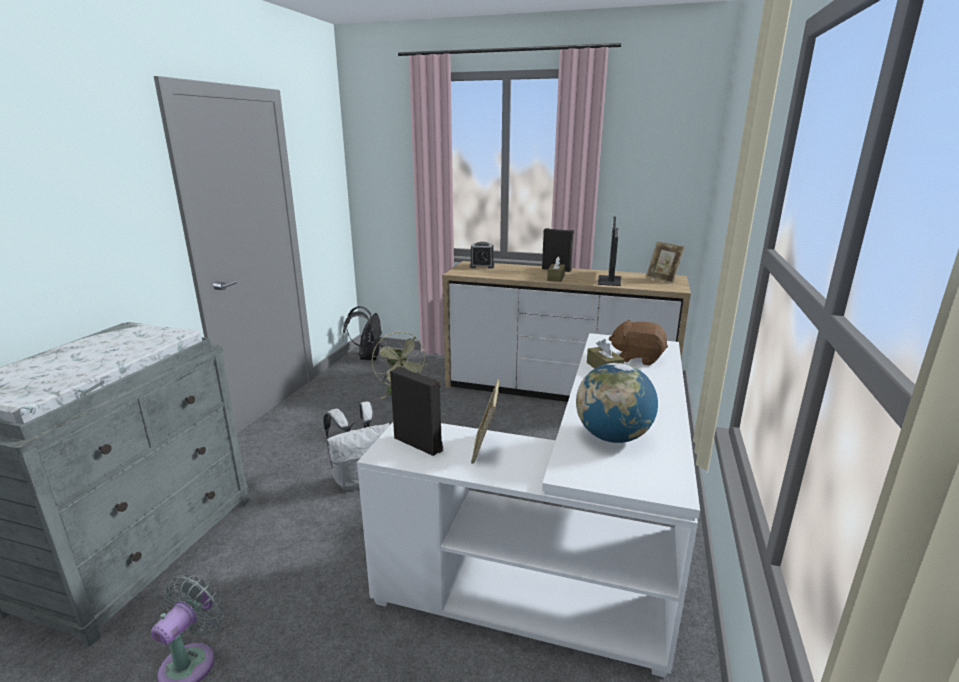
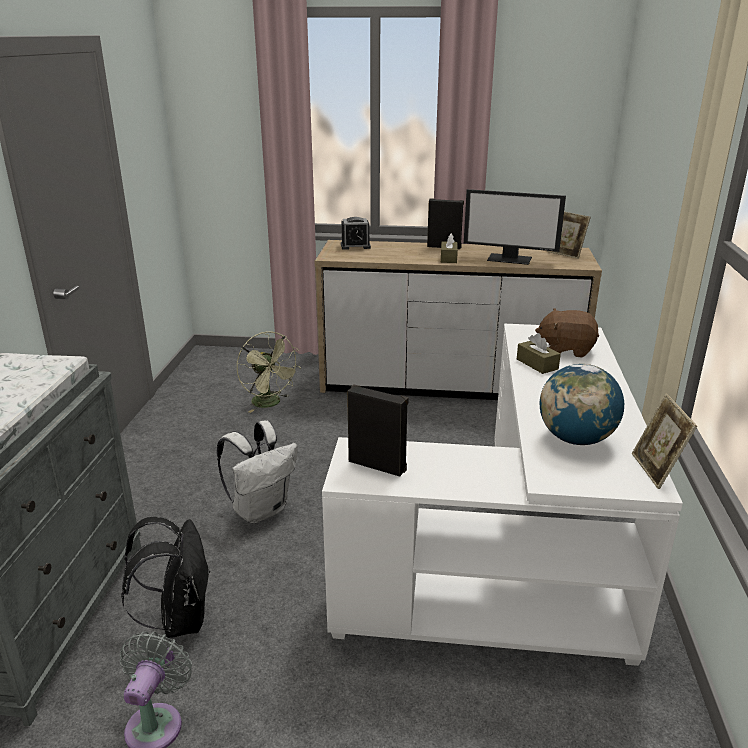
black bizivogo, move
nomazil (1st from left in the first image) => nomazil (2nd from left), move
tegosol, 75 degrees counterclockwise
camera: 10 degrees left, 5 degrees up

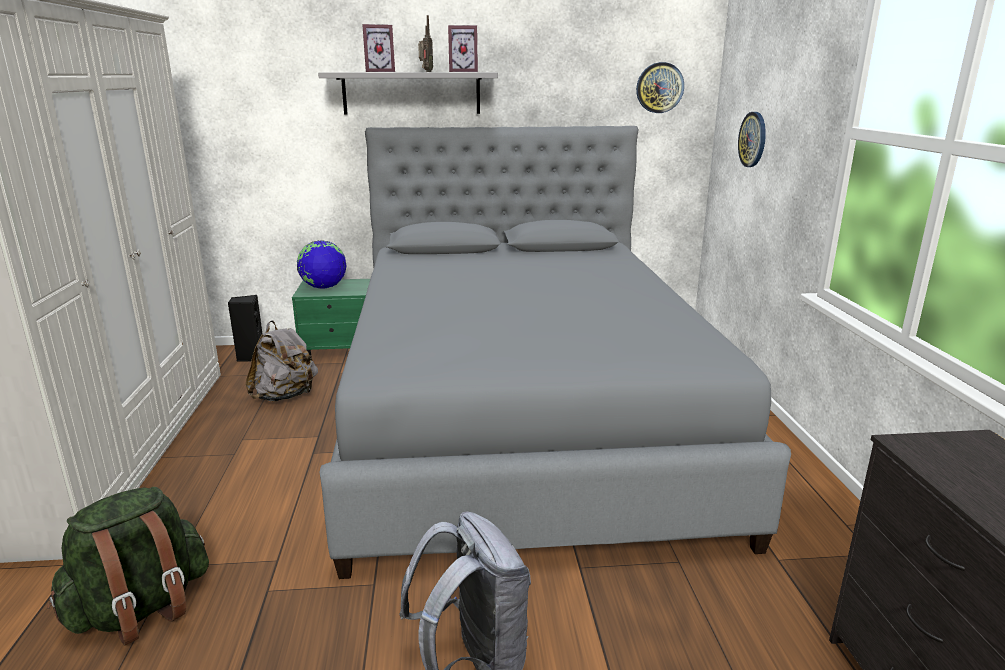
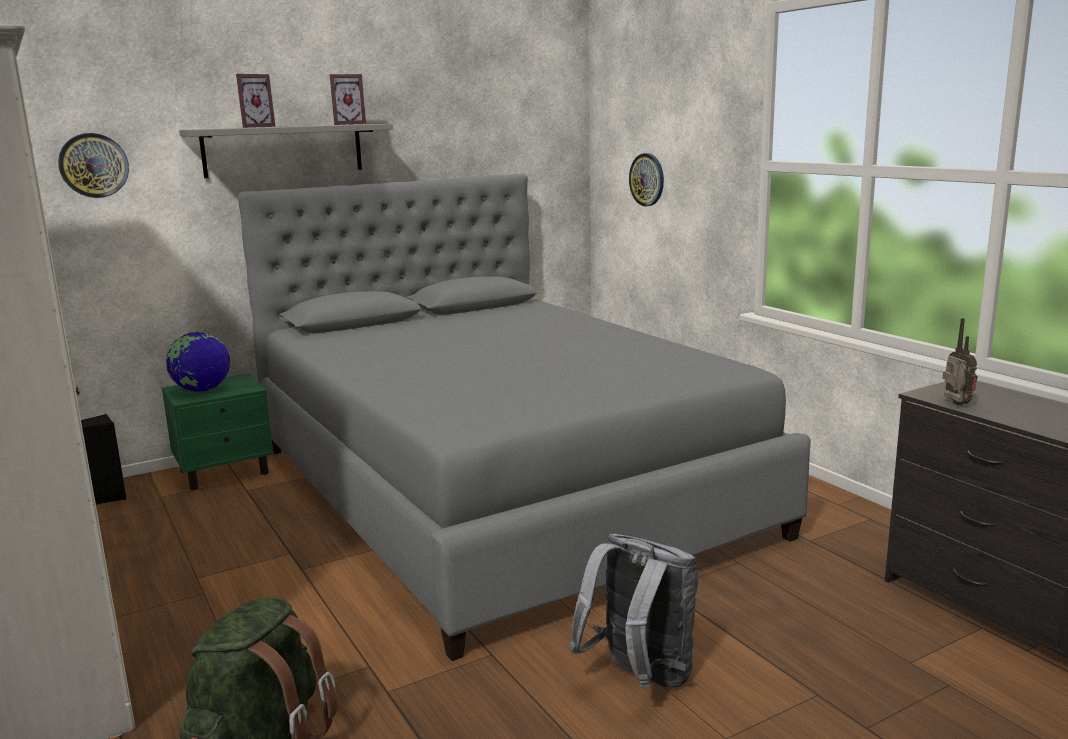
grey bizivogo (1st from left) => nothing
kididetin, move
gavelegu (1st from left), move
camera: 25 degrees left, 5 degrees down

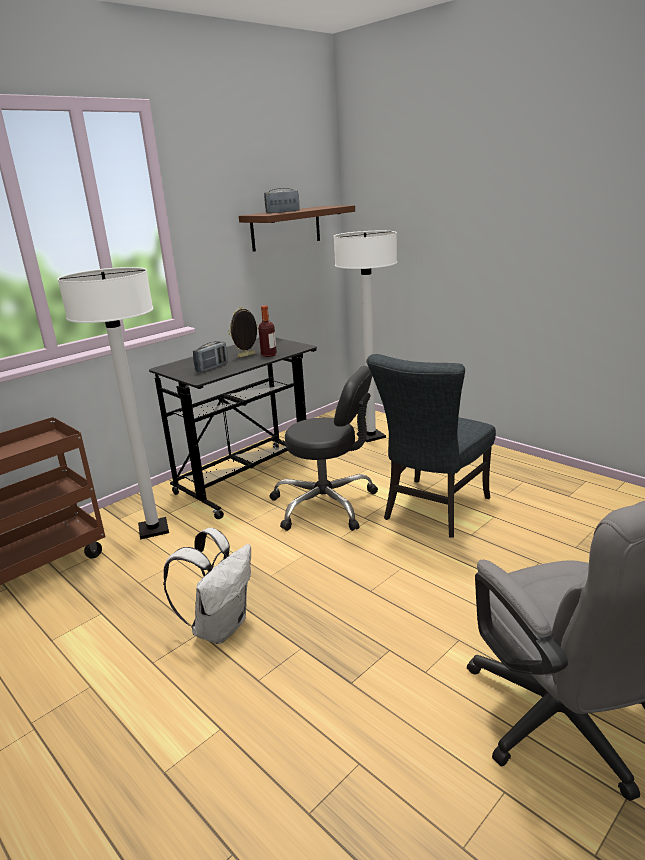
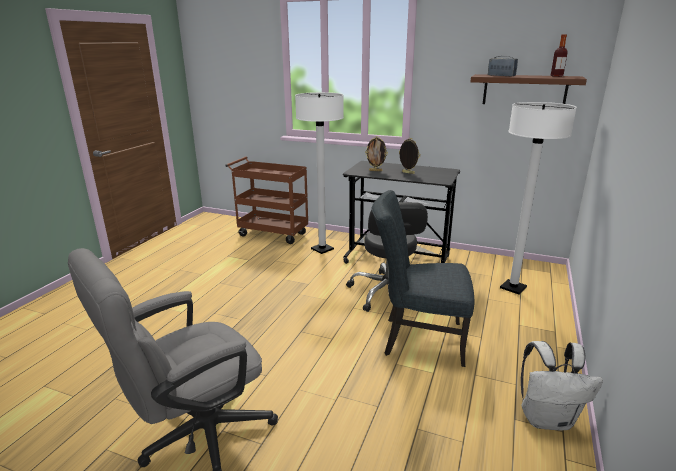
white bizivogo, move
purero, move
kididetin (1st from left) => nomazil (1st from left)
camera: 65 degrees right, 0 degrees up

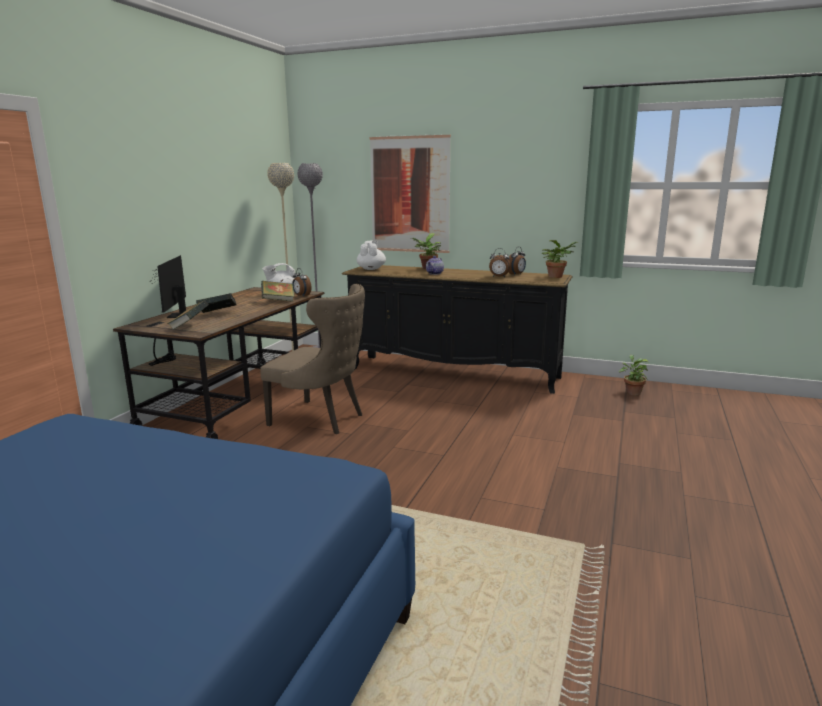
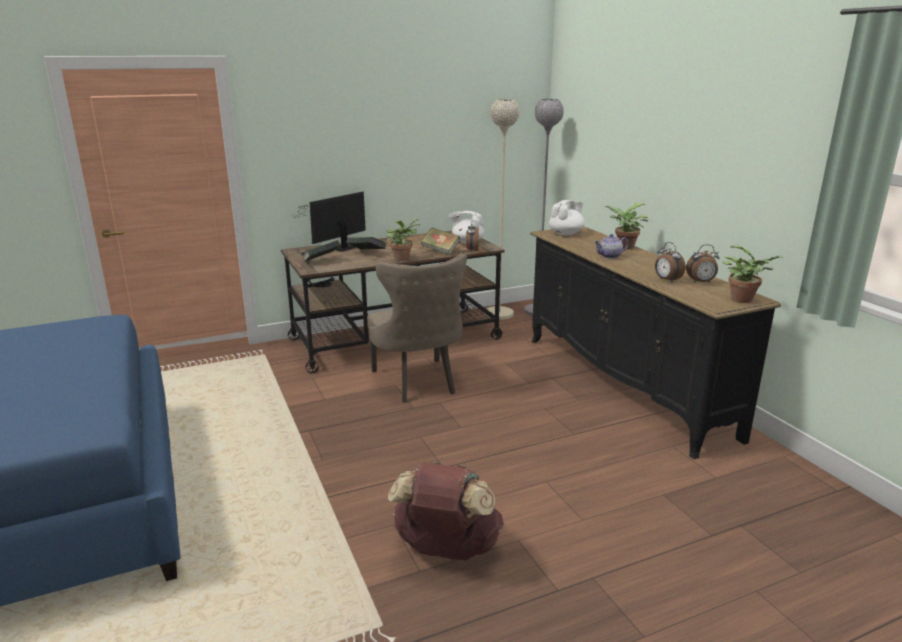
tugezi => nothing
nothing => brown bizivogo
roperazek (3rd from left in the first image) => roperazek (1st from left), move
camera: 45 degrees right, 5 degrees up

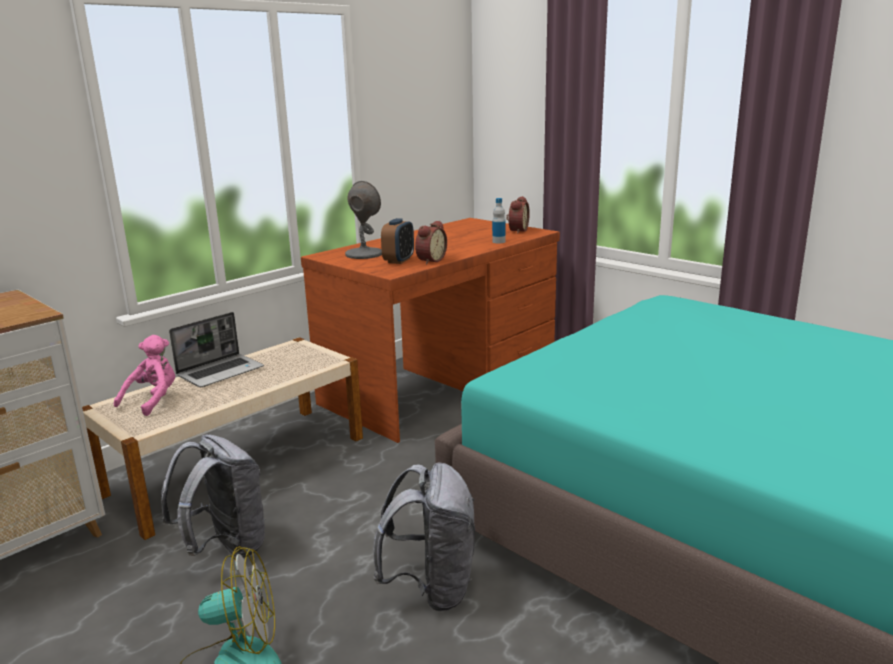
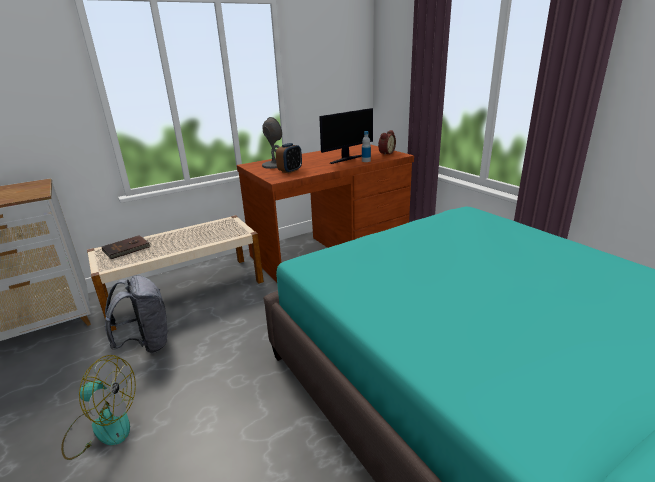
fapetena => nothing
grey bizivogo (2nd from left) => nothing
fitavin (2nd from left) => nothing
nothing => tegosol
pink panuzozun => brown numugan
camera: 15 degrees right, 5 degrees up

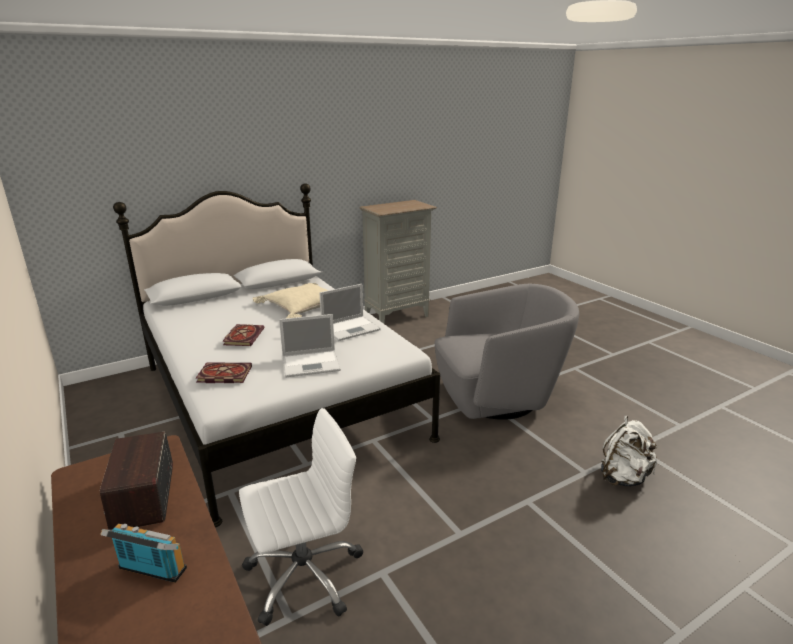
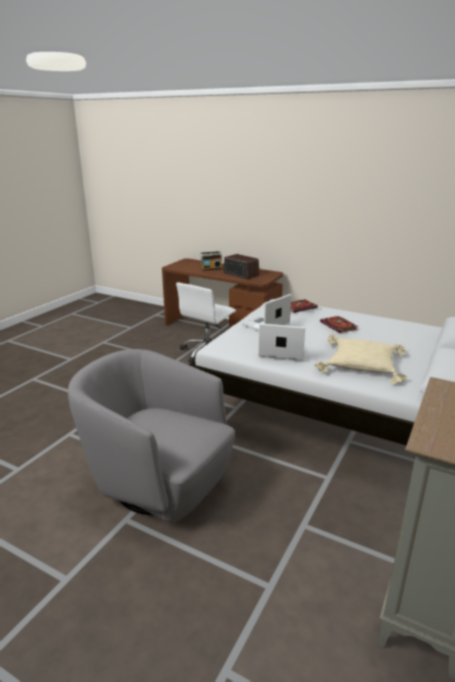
white bizivogo => nothing
fapetena (2nd from left), 75 degrees clockwise
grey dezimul, 75 degrees clockwise
camera: 150 degrees right, 0 degrees up

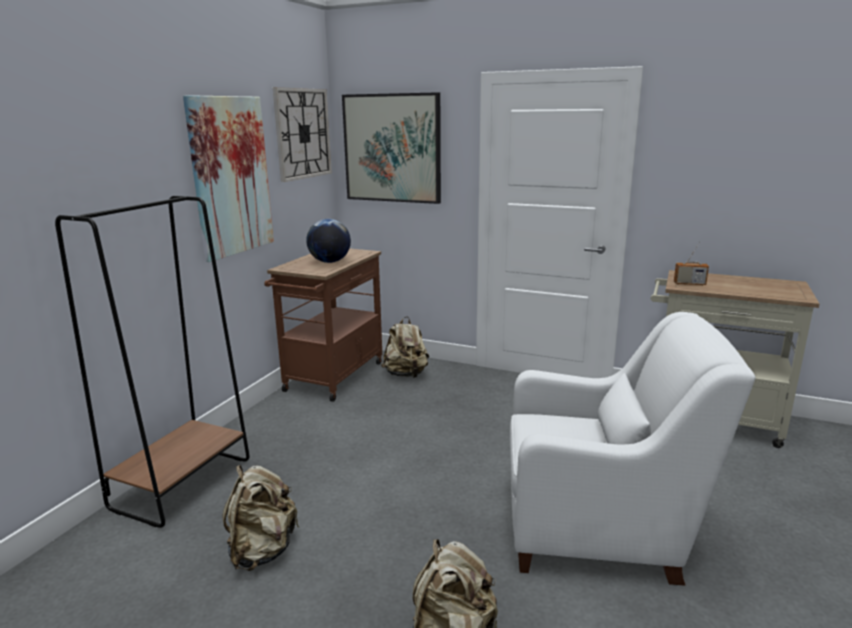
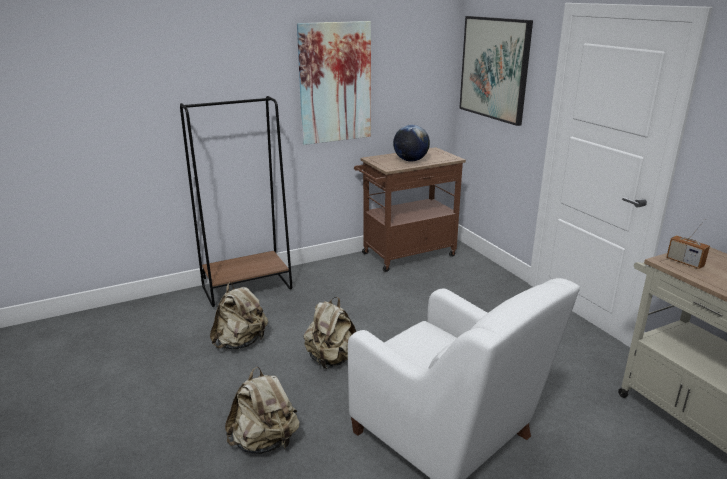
gavelegu => nothing
beige bizivogo (2nd from left in the first image) => beige bizivogo (3rd from left), move
camera: 40 degrees right, 5 degrees up

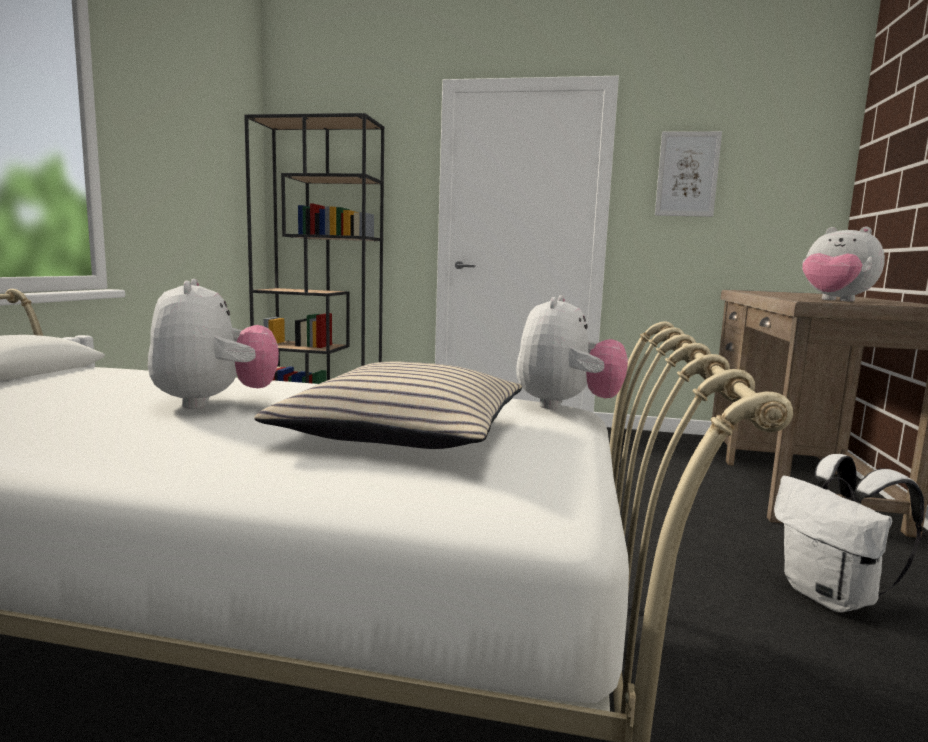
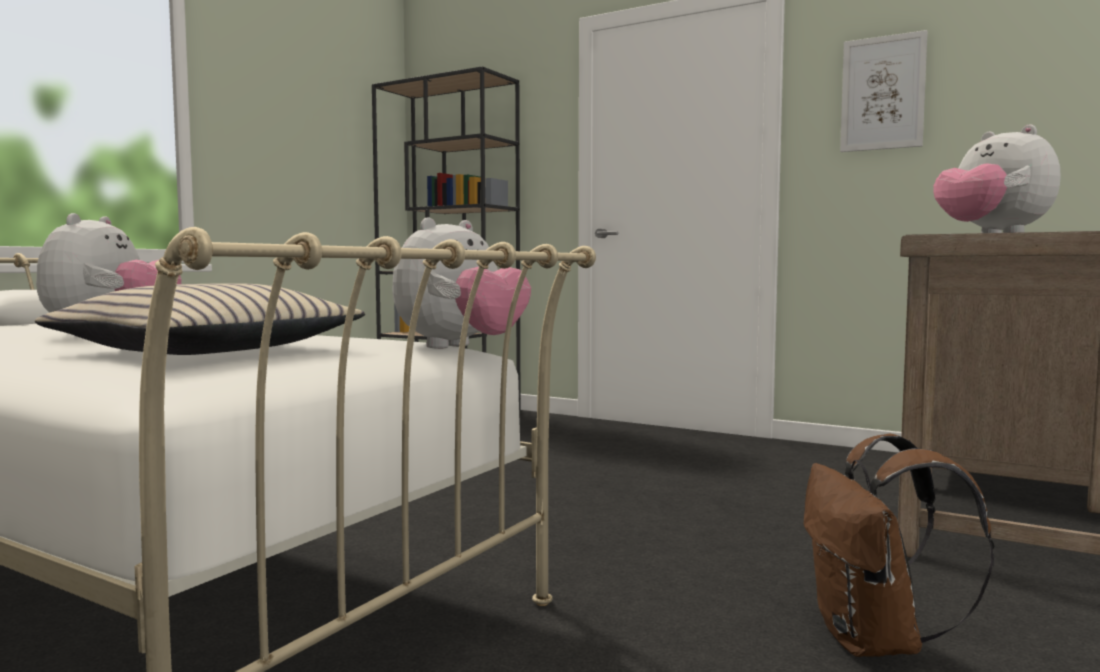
white bizivogo => brown bizivogo
camera: 20 degrees right, 5 degrees down

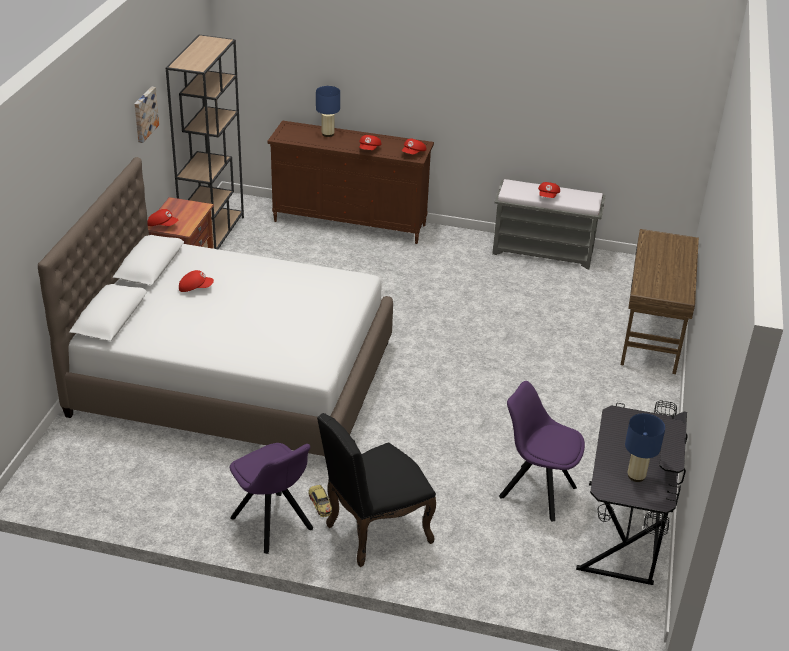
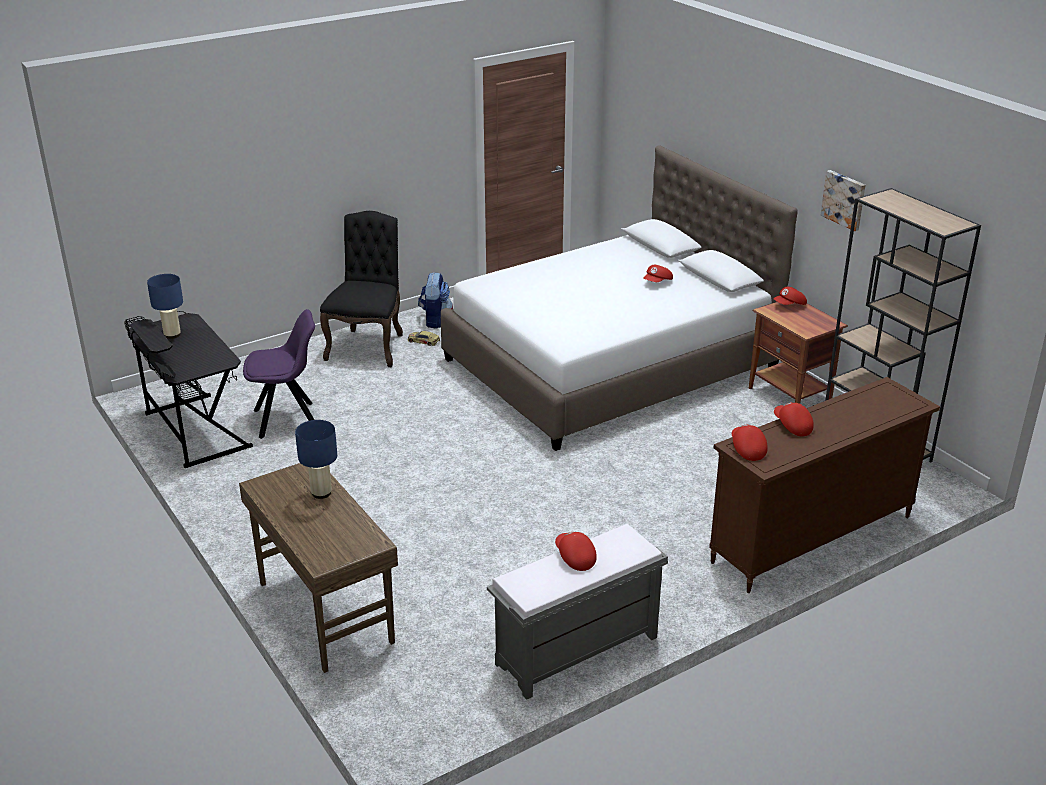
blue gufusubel (1st from left in the first image) => blue gufusubel (2nd from left), move
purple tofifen (1st from left) => bizivogo
camera: 135 degrees right, 5 degrees down

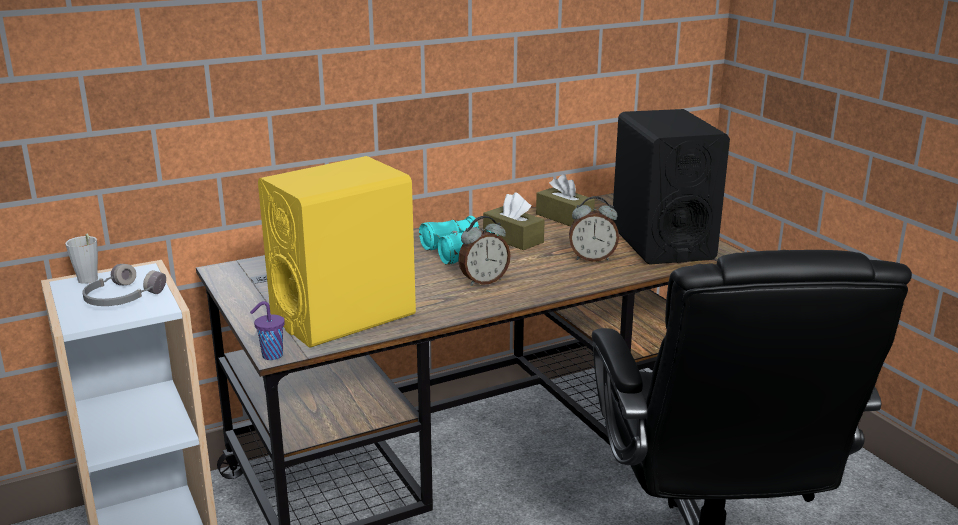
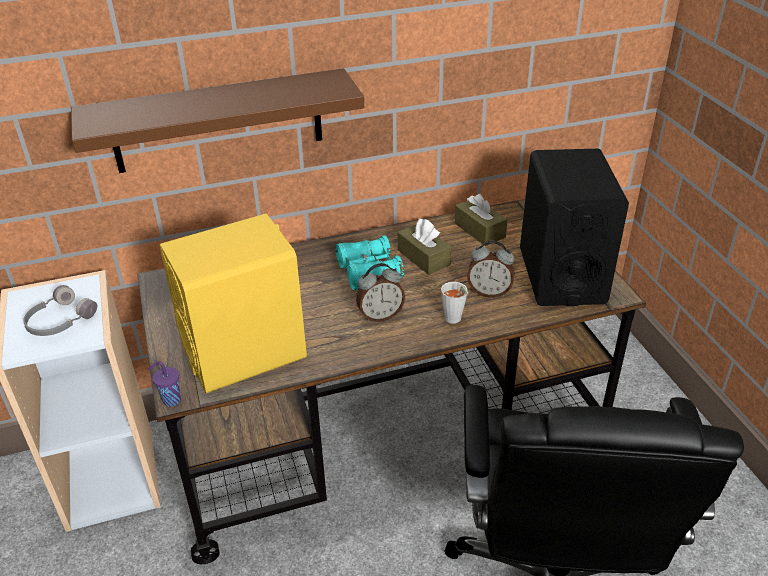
nothing => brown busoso
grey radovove, move
camera: 10 degrees right, 15 degrees up

